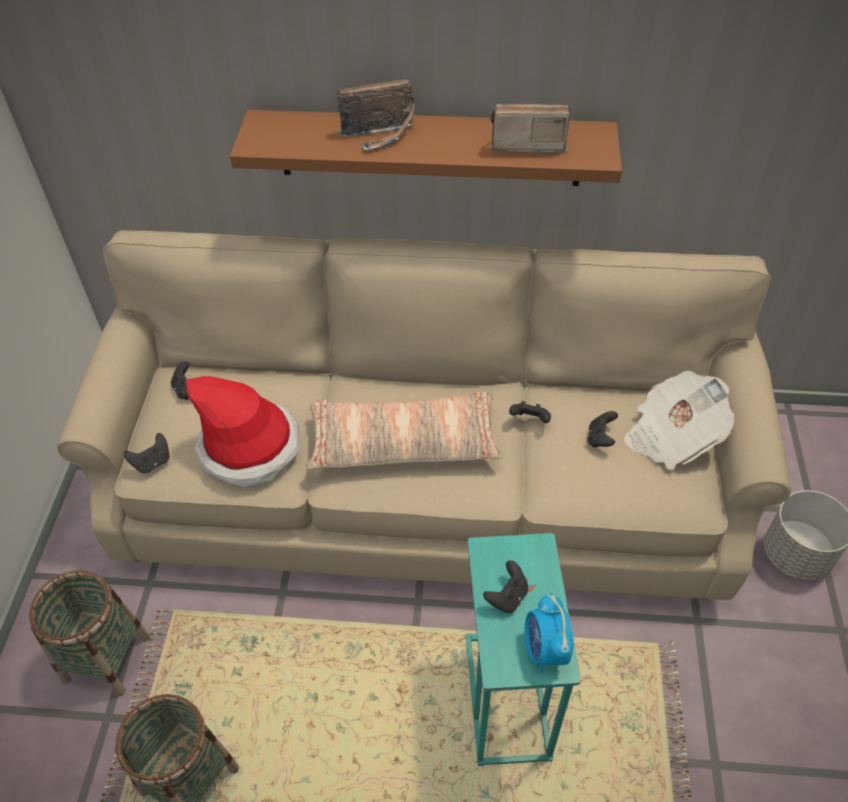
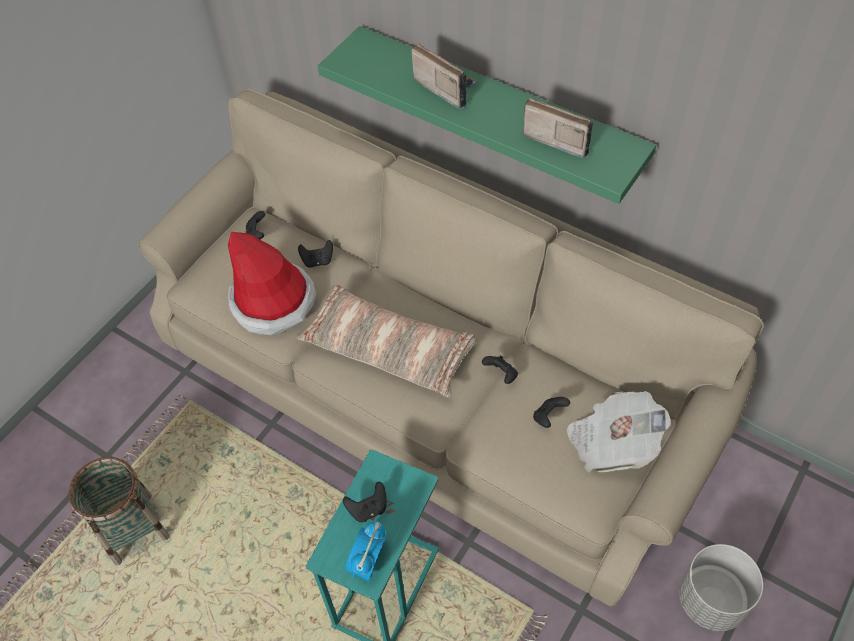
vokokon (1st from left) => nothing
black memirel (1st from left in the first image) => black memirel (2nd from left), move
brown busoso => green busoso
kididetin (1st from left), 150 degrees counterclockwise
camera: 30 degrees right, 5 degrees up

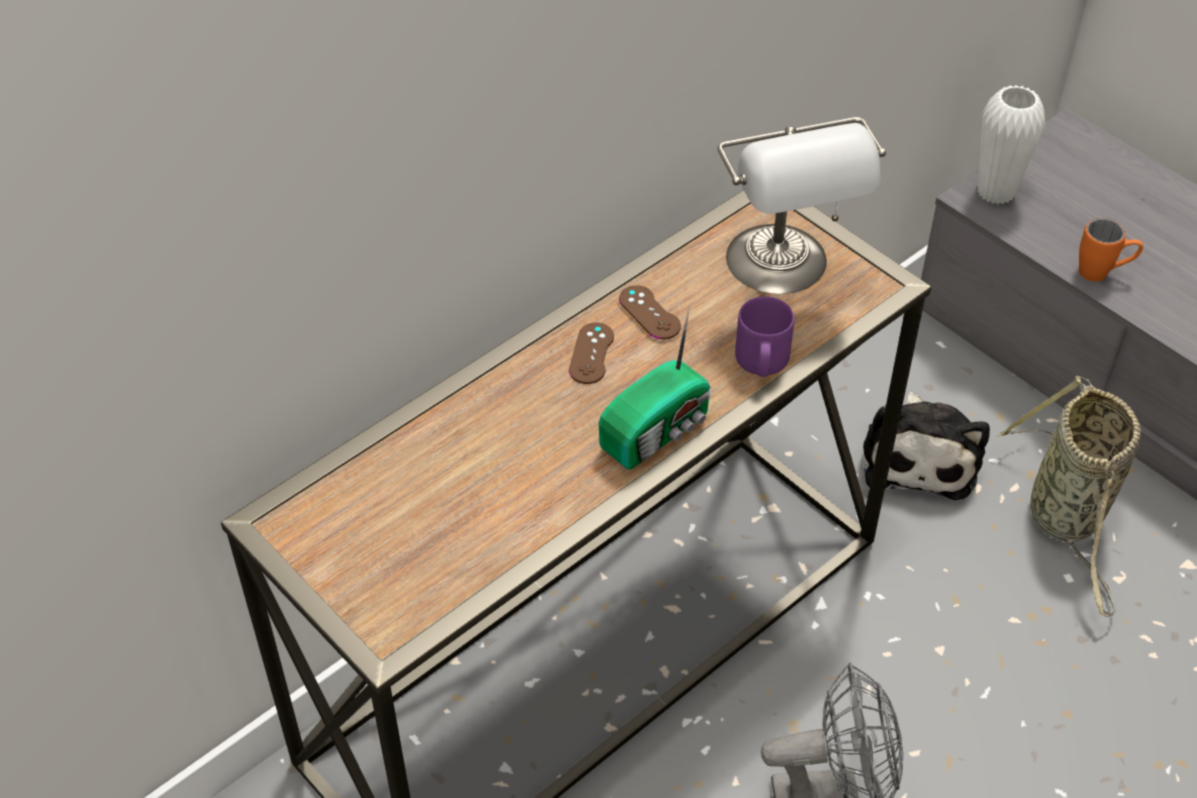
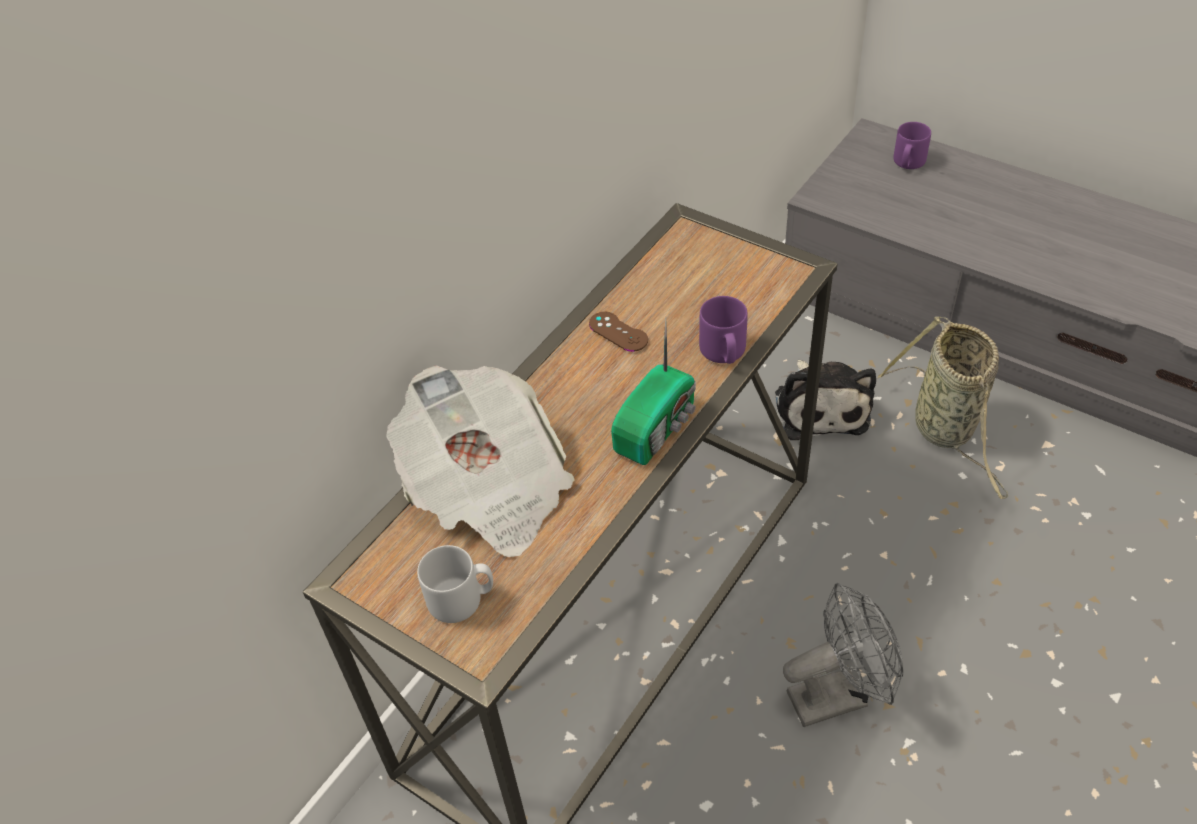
brown memirel (1st from left) => nothing
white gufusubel => nothing
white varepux => nothing
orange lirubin => nothing
nothing => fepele
nothing => grey lirubin
nothing => purple lirubin (2nd from left)
camera: 10 degrees left, 0 degrees up

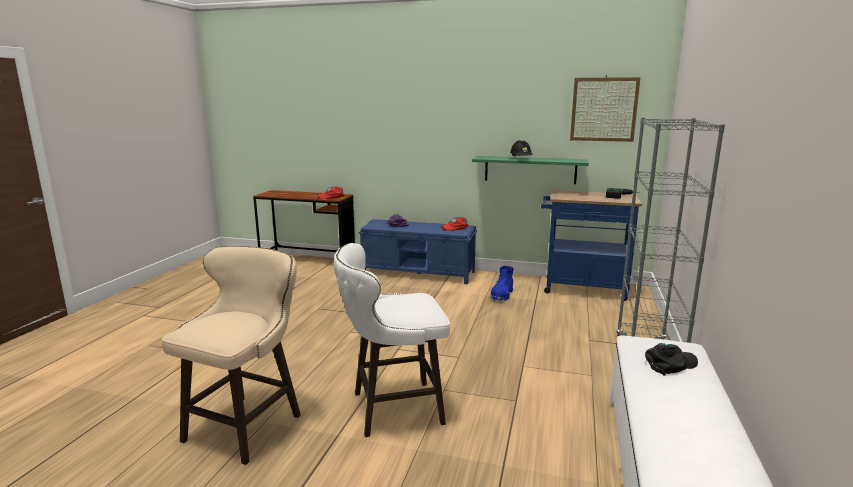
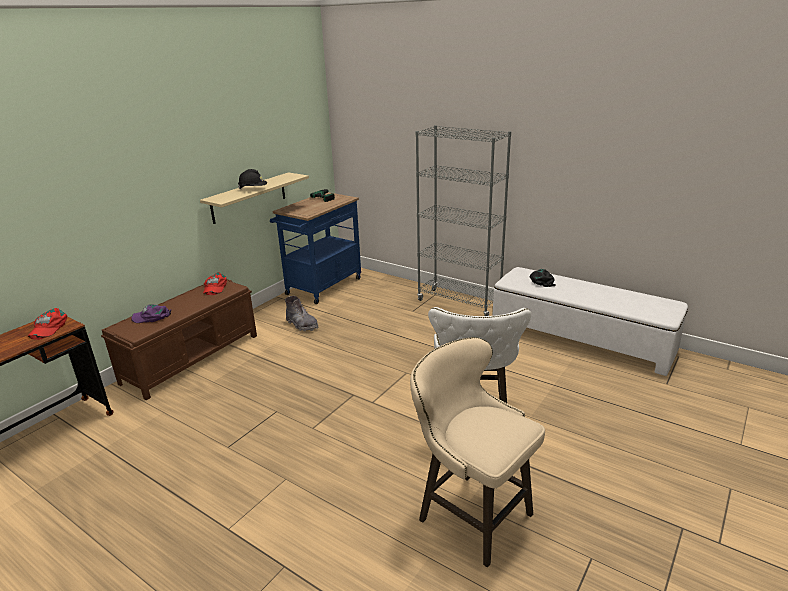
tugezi => nothing
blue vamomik => brown vamomik
green busoso => beige busoso
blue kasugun => grey kasugun
camera: 70 degrees left, 10 degrees up

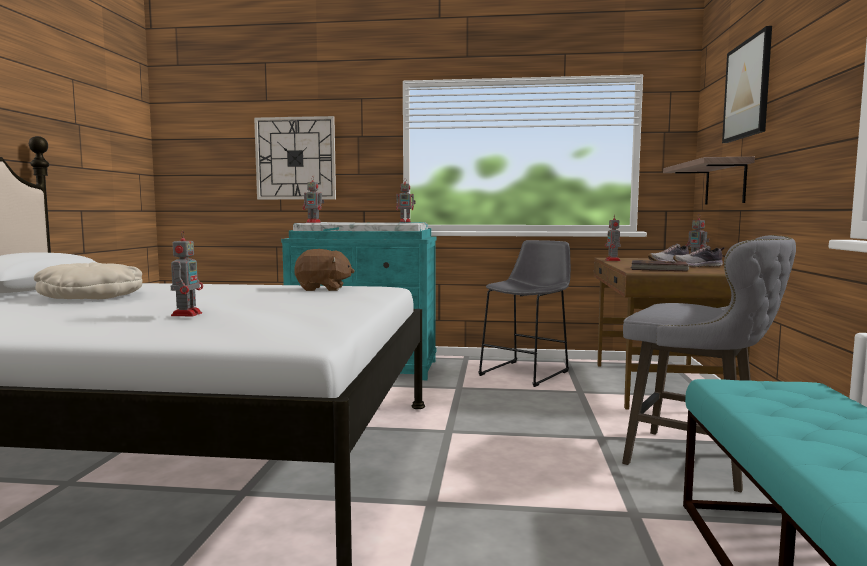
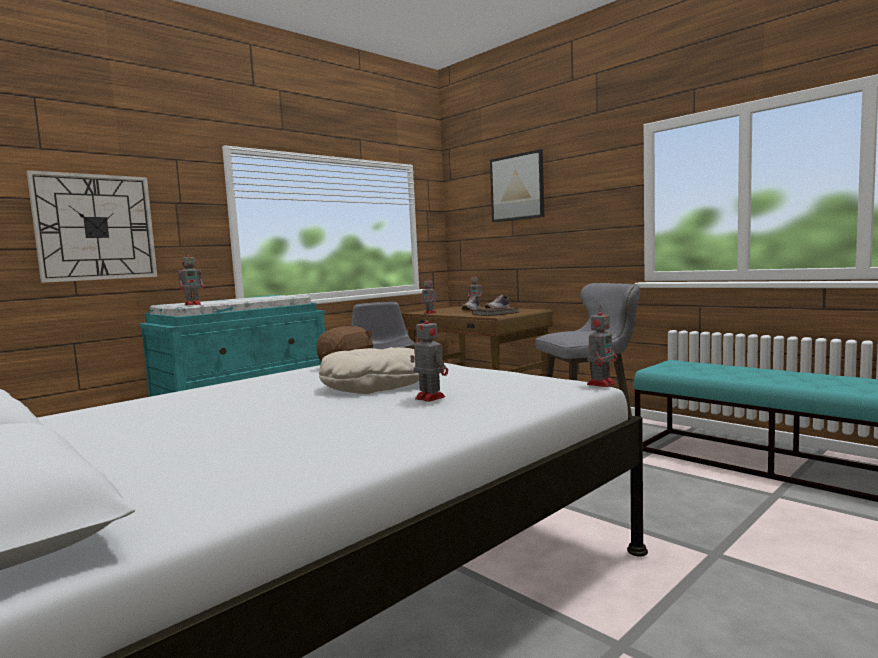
busoso => nothing
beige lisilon, move
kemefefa (3rd from left in the first image) => kemefefa (5th from left), move
camera: 50 degrees left, 0 degrees up

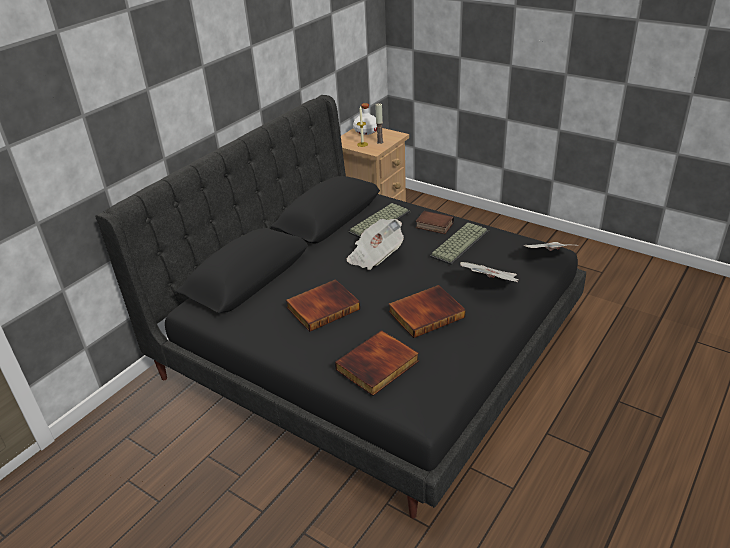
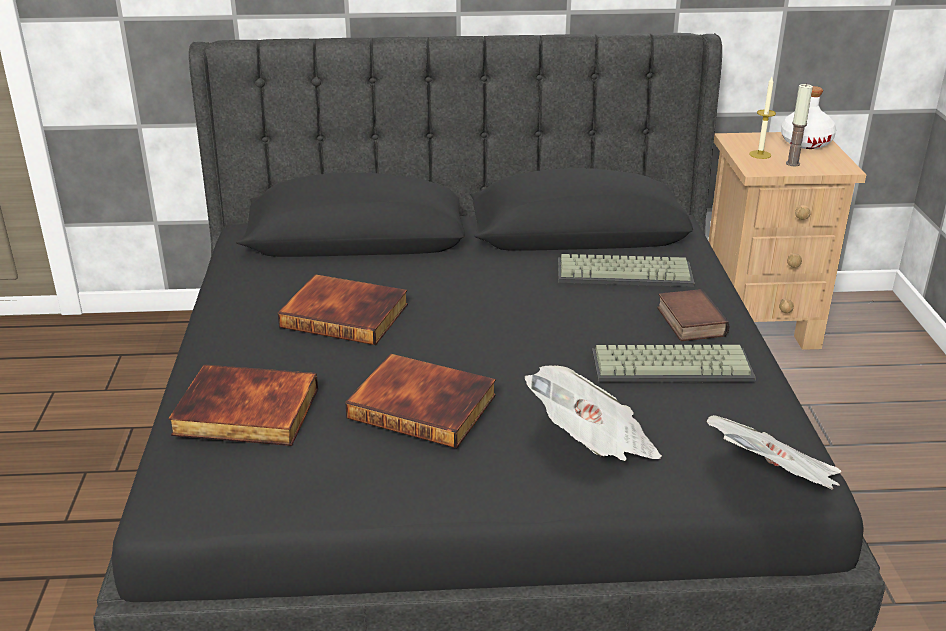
fepele (1st from left) => nothing
camera: 50 degrees right, 5 degrees down

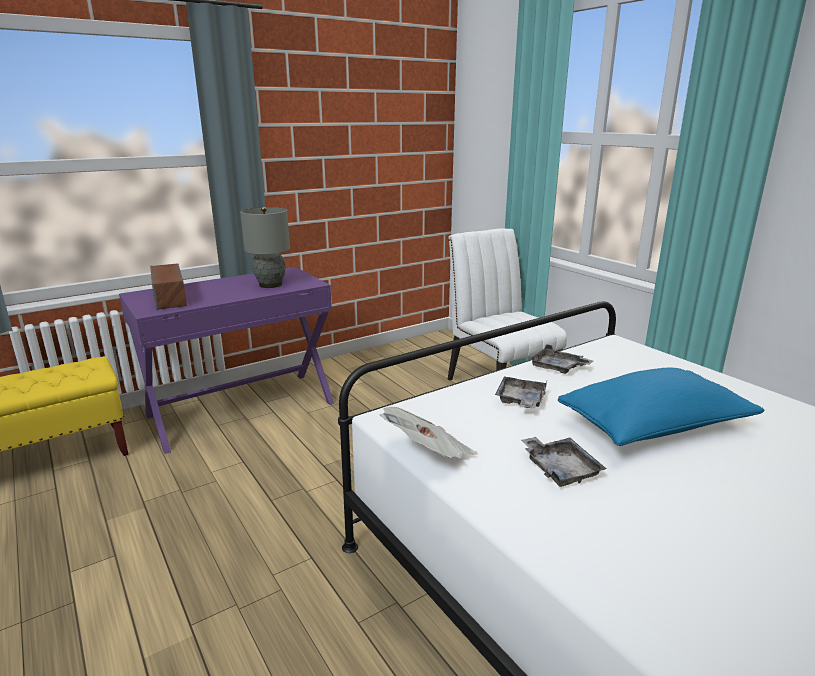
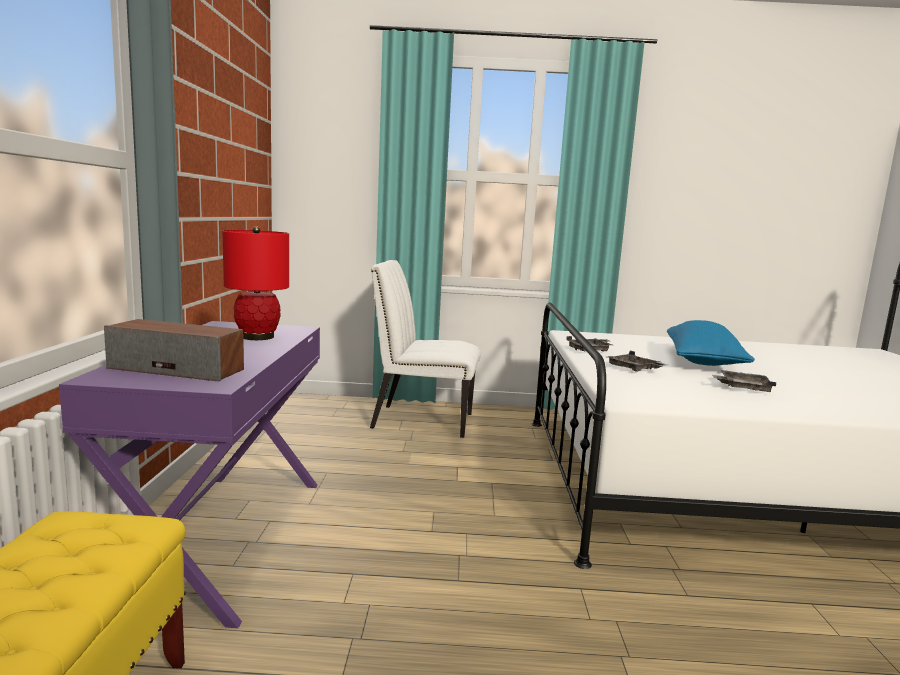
fepele => nothing
grey gufusubel => red gufusubel
camera: 55 degrees left, 10 degrees down

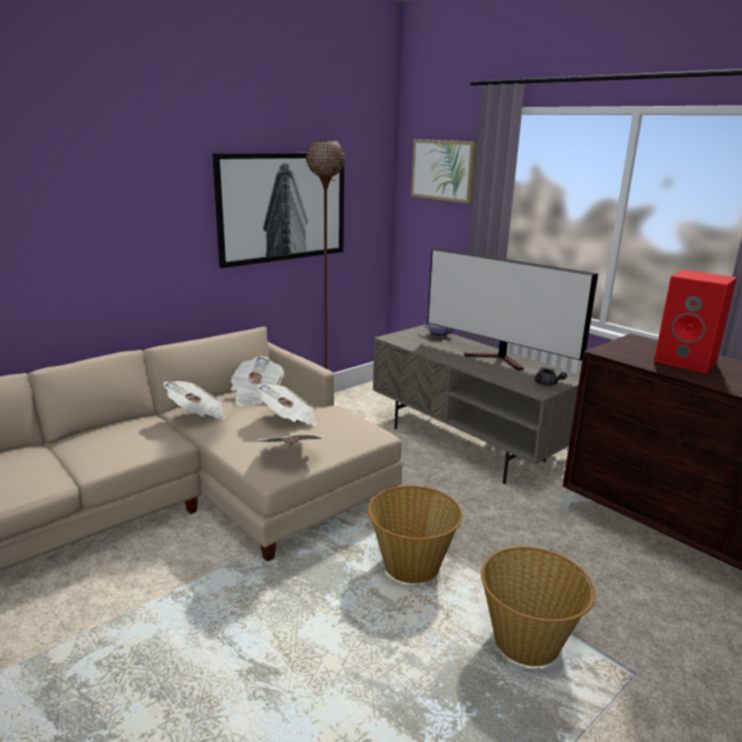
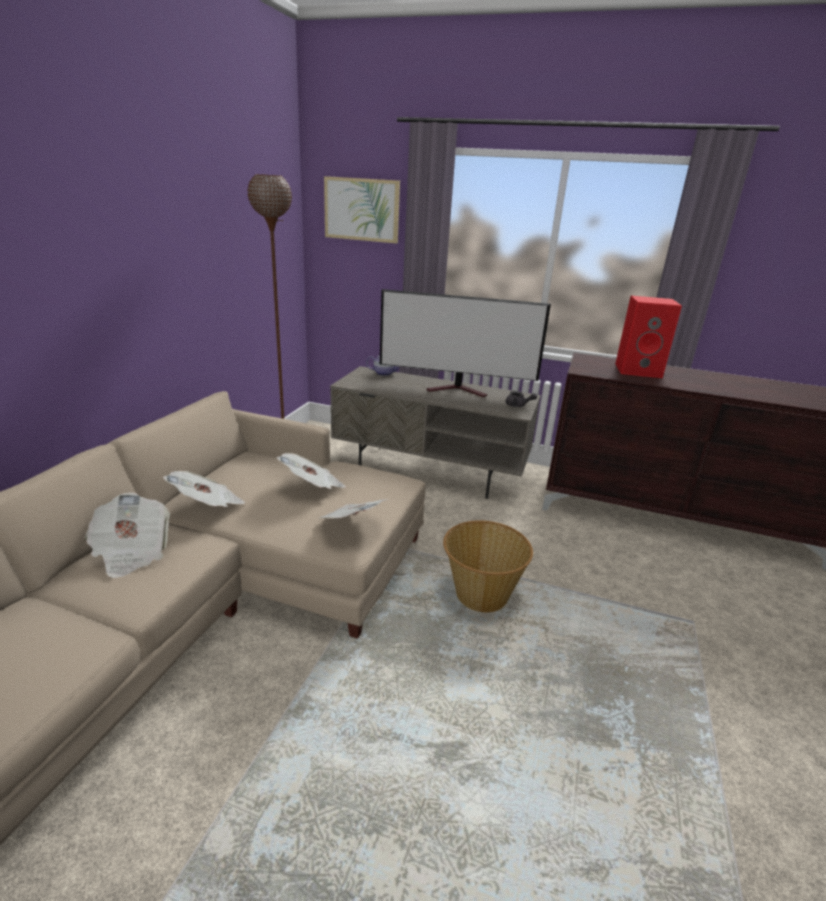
tugezi (1st from left) => nothing
vokokon (2nd from left) => nothing
fepele (2nd from left in the first image) => fepele (1st from left), move
camera: 30 degrees left, 5 degrees up

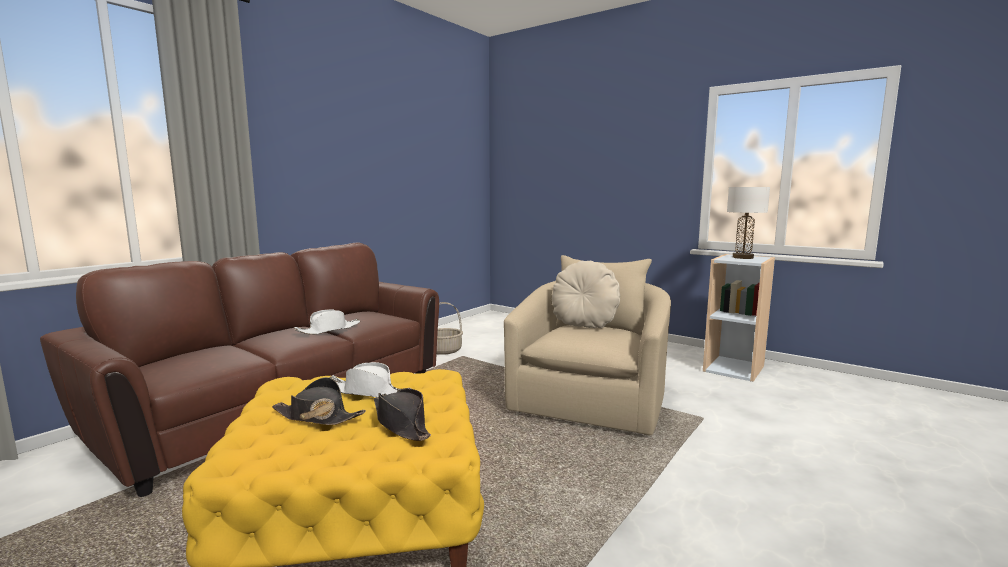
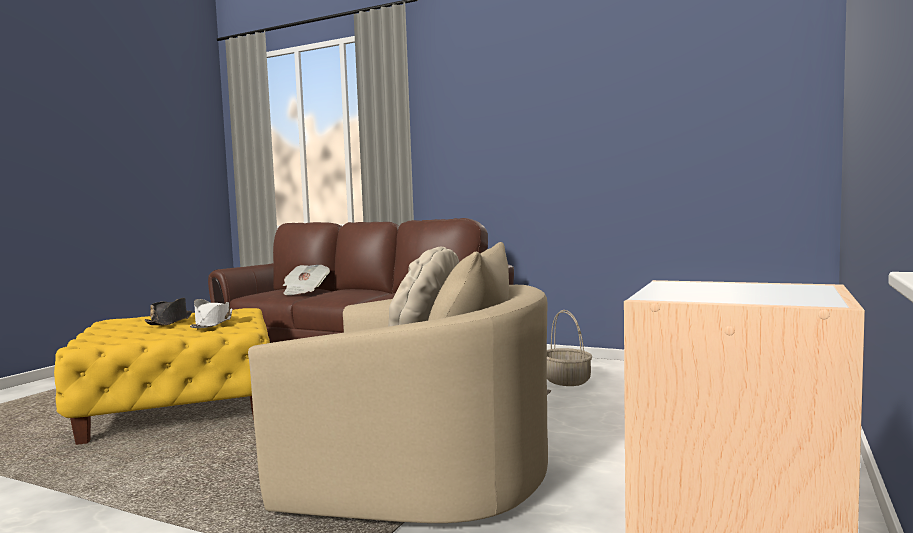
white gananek (1st from left) => nothing
black gananek (2nd from left) => nothing
gufusubel => nothing
nothing => fepele
camera: 80 degrees right, 5 degrees down

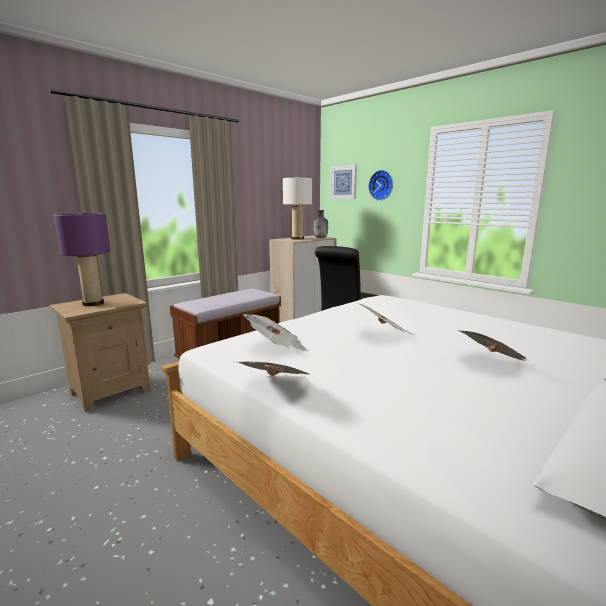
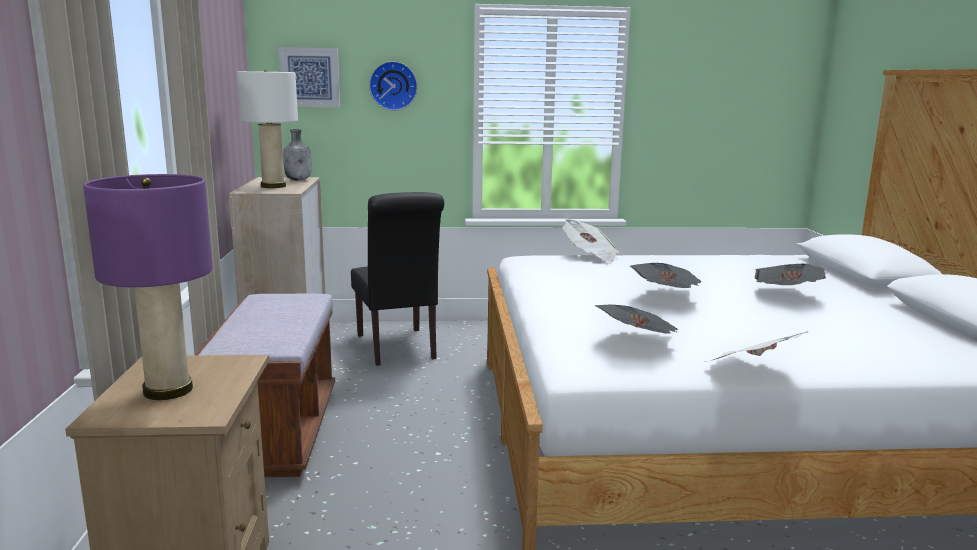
nothing => fepele (1st from left)
camera: 50 degrees left, 0 degrees up

